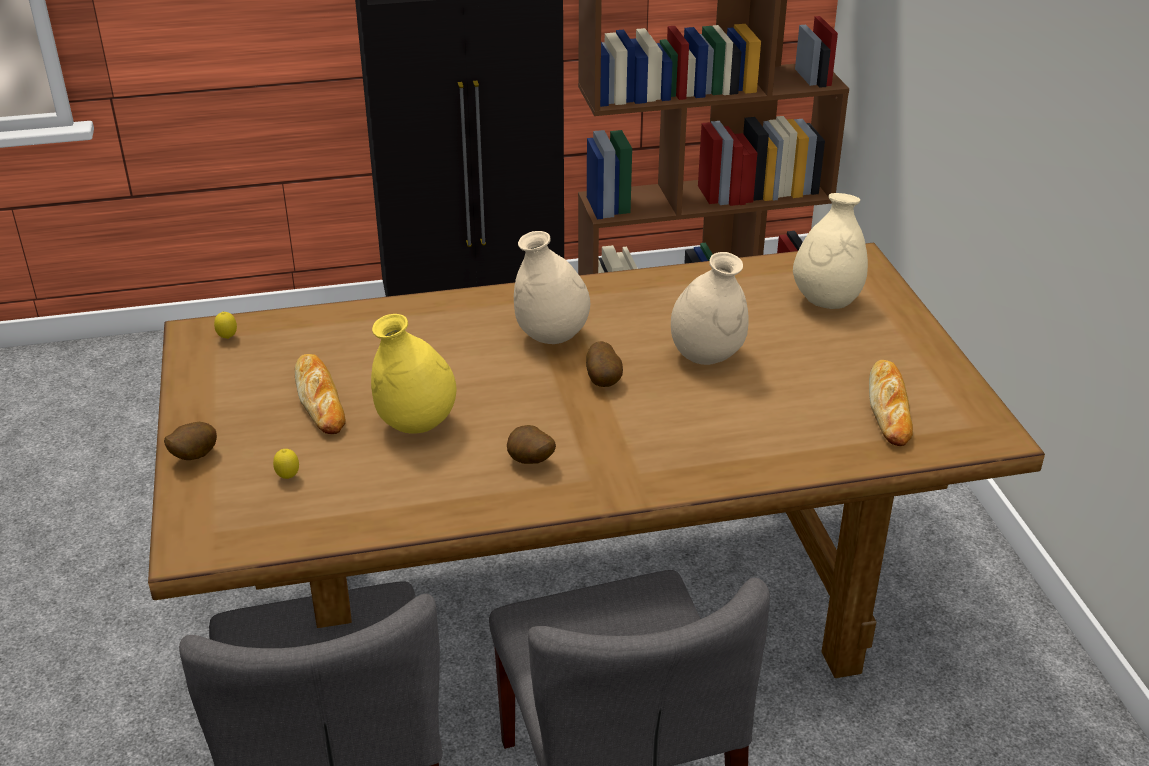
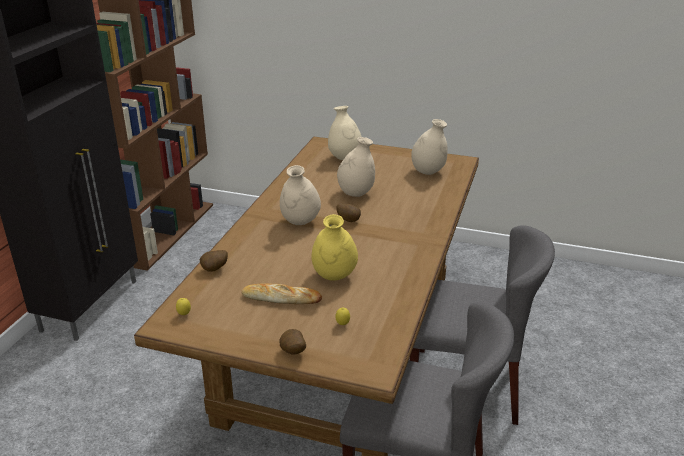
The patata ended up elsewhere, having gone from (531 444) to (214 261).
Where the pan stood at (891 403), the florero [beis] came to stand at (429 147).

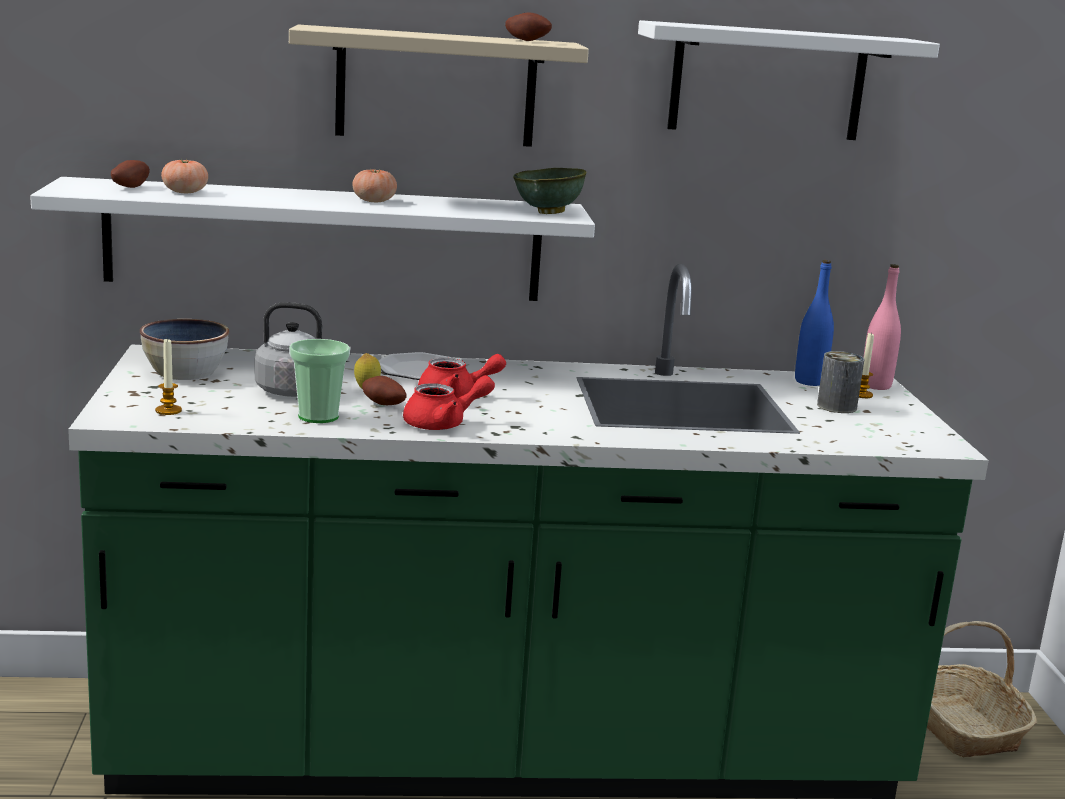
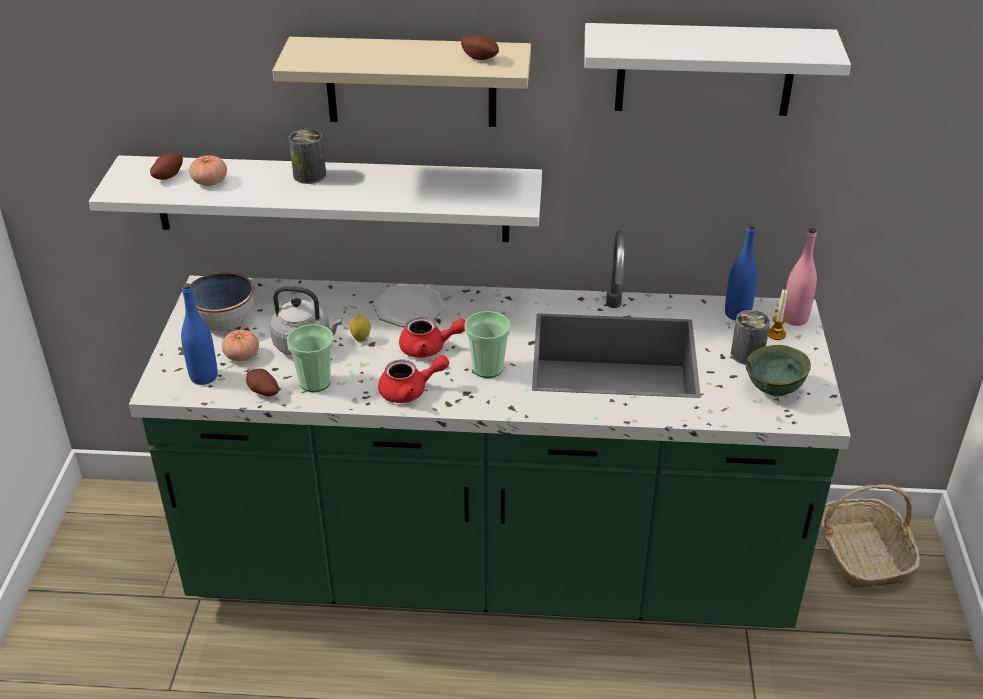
Where the vela stood at (168 376), the botella [azul] came to stand at (199 334).
The tomate ended up elsewhere, having gone from (374 185) to (240 345).
The patata ended up elsewhere, having gone from (384 390) to (262 383).
The second view gained the lata at (307 156).
The second view gained the taza at (487 344).
The cuenco [verde] ended up elsewhere, having gone from (550 191) to (778 371).

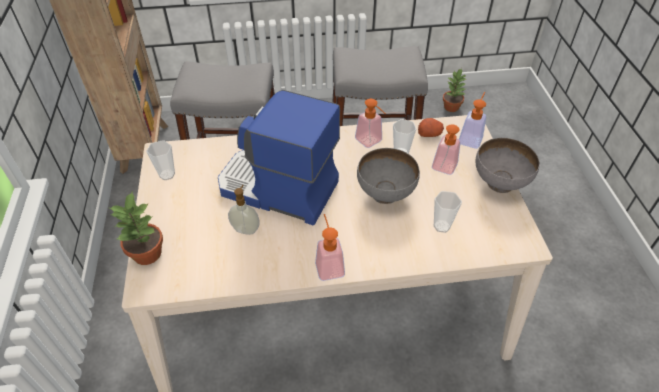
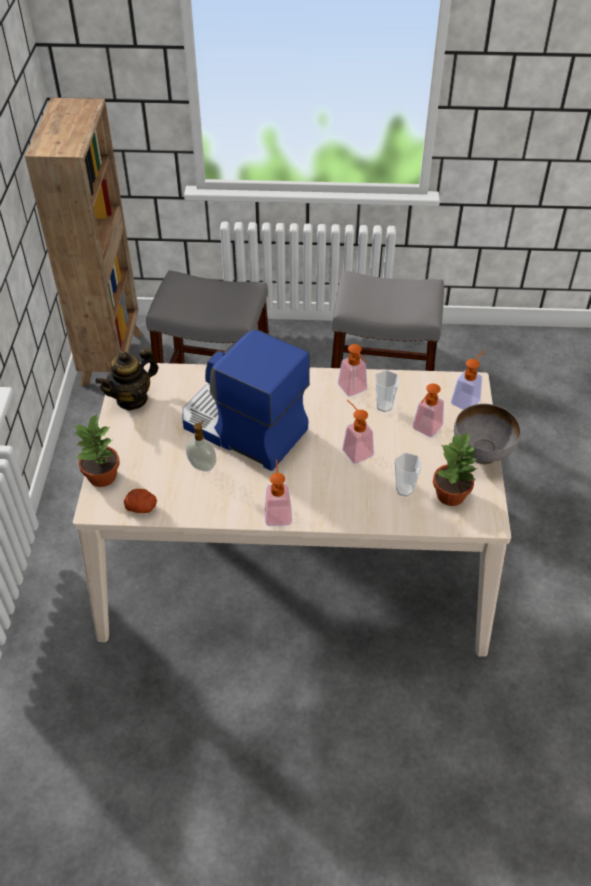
Where the taza stood at (160 160), the tetera came to stand at (126 379).
The patata ended up elsewhere, having gone from (431 127) to (140 501).
Where the cuenco [gris] stood at (388 176), the dispensador de jabón came to stand at (358 432).
The planta en maceta ended up elsewhere, having gone from (455 90) to (455 469).

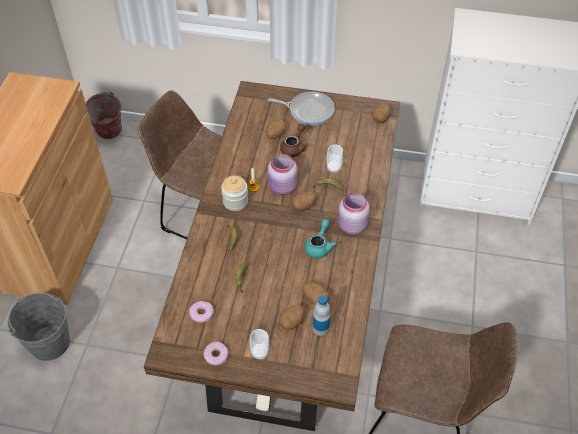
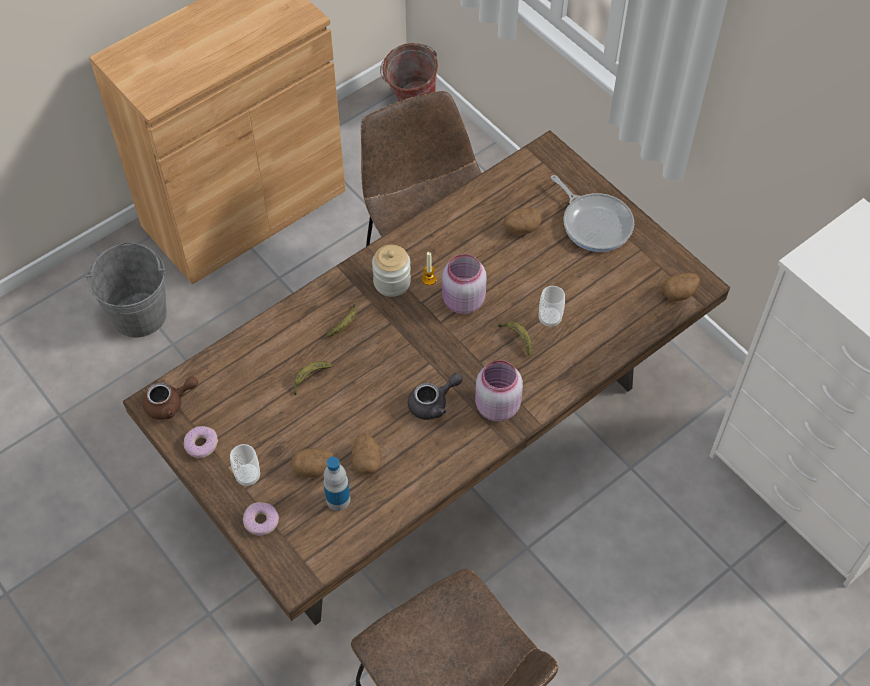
The tetera [marrón] ended up elsewhere, having gone from (294 140) to (170 398).
The rosquilla ended up elsewhere, having gone from (201 312) to (261 519).
What was the tetera [turquesa] at (320 238) turned into the tetera [gris] at (435 396).
The second view lost the patata at (304 201).

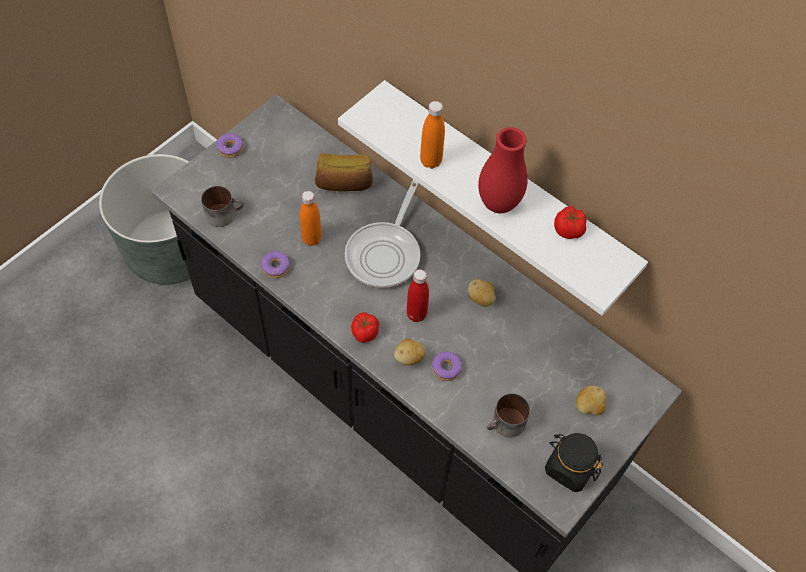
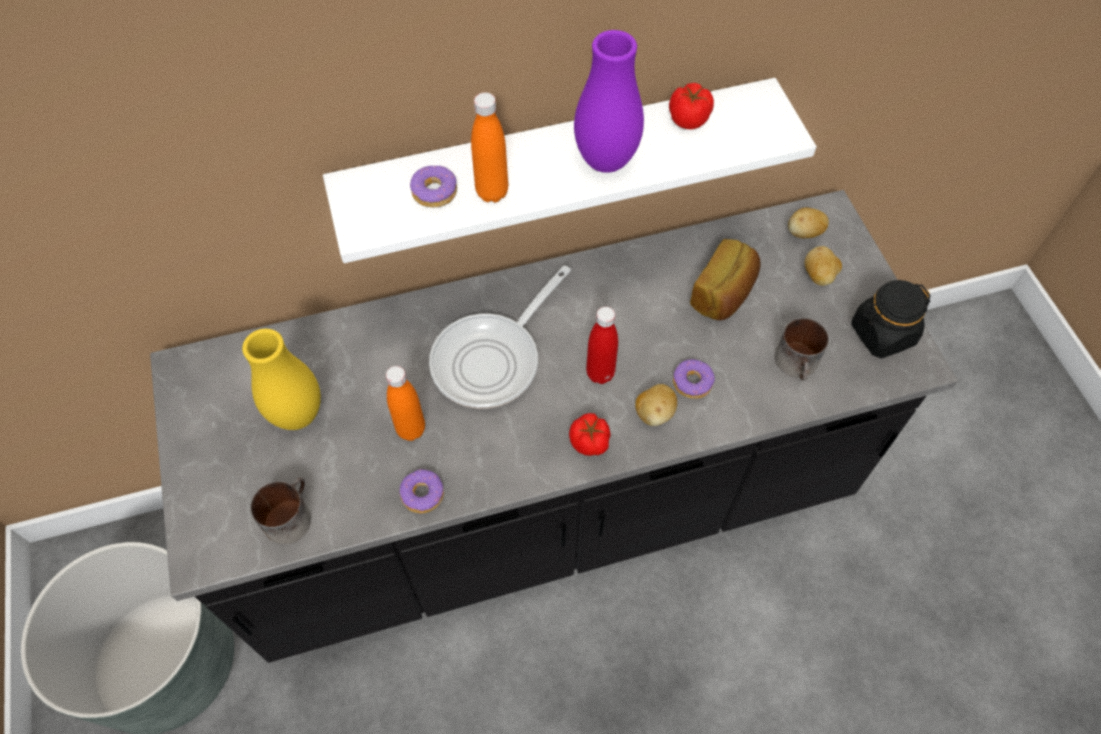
The second view gained the florero [amarillo] at (281 379).
The rosquilla ended up elsewhere, having gone from (229 145) to (433 186).
The sartén at (382 233) ended up facing another way, 75 degrees clockwise from before.
What was the florero [rojo] at (503 170) turned into the florero [morado] at (609 101).
The pan ended up elsewhere, having gone from (344 173) to (725 279).
The patata ended up elsewhere, having gone from (482 293) to (808 223).

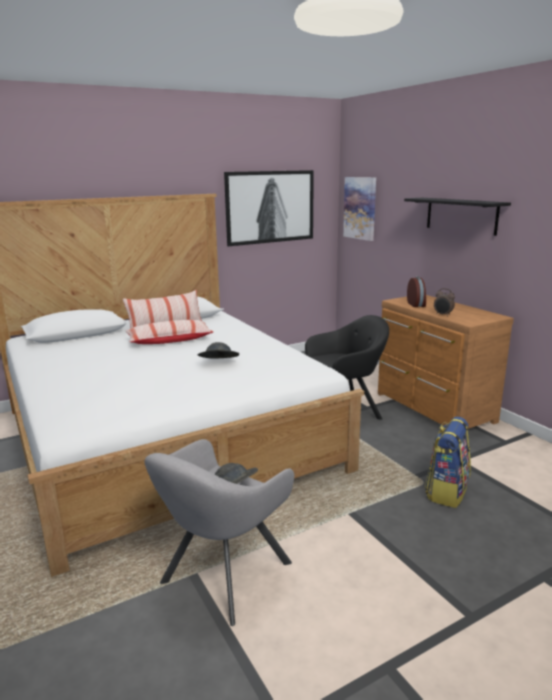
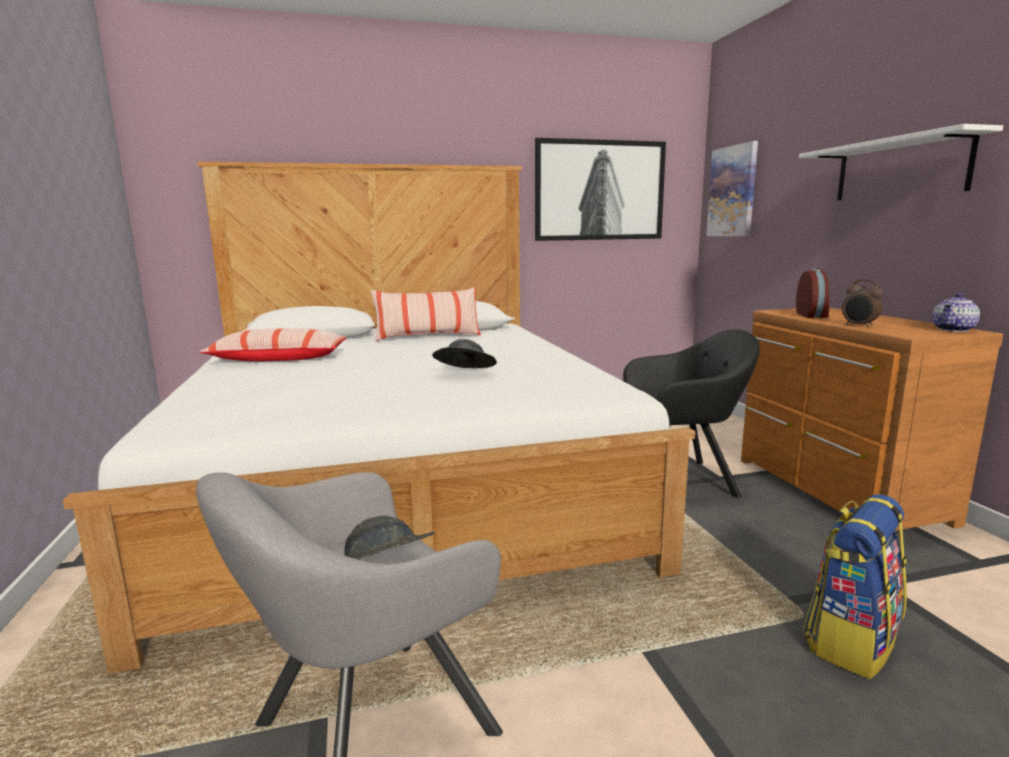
The cojín ended up elsewhere, having gone from (169 332) to (273 344).
What was the estante [negro] at (457 217) turned into the estante [blanco] at (901 162).
The second view gained the tetera at (956 312).

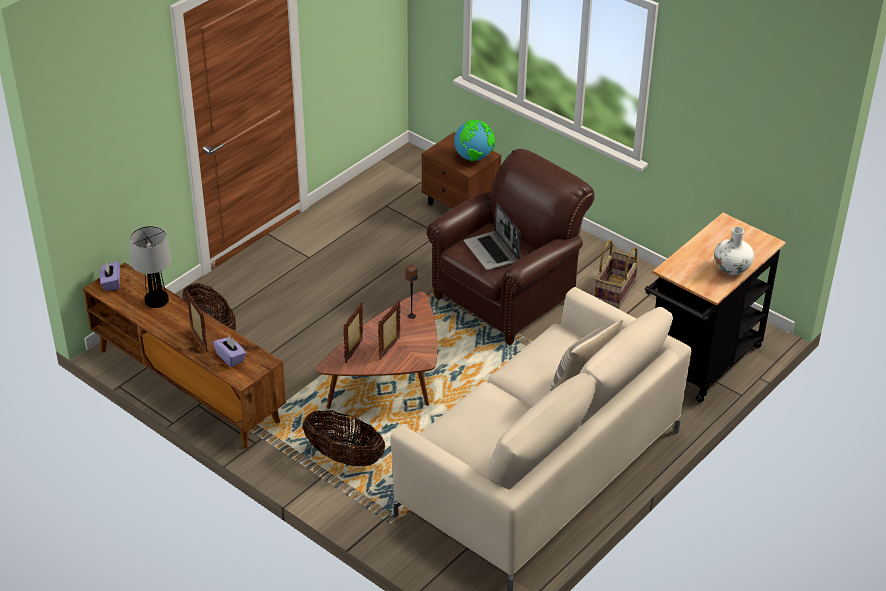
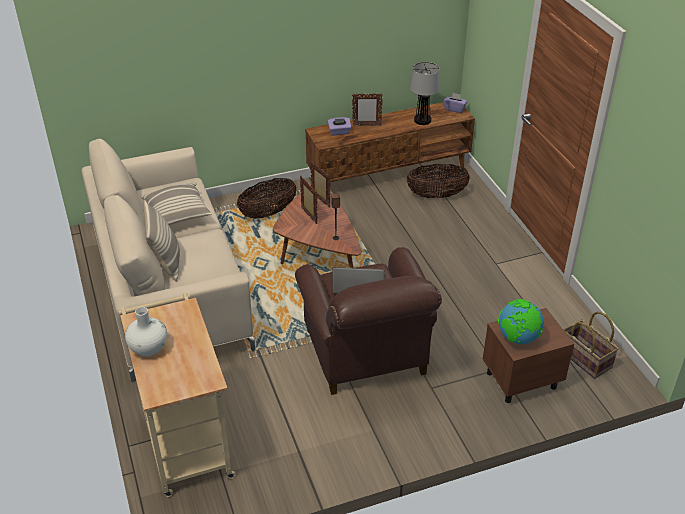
What was the carrito [negro] at (715 308) turned into the carrito [beis] at (177 394).
The second view gained the cojín at (176 204).
The cesta ended up elsewhere, having gone from (616 274) to (591 345).

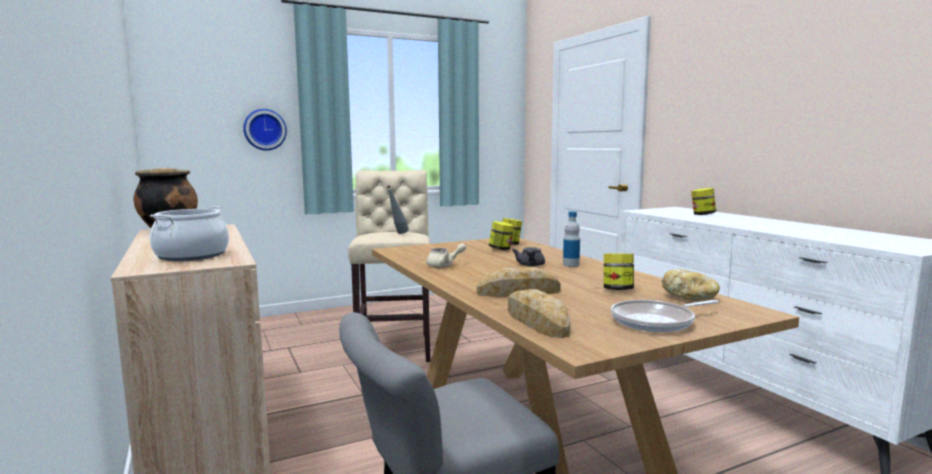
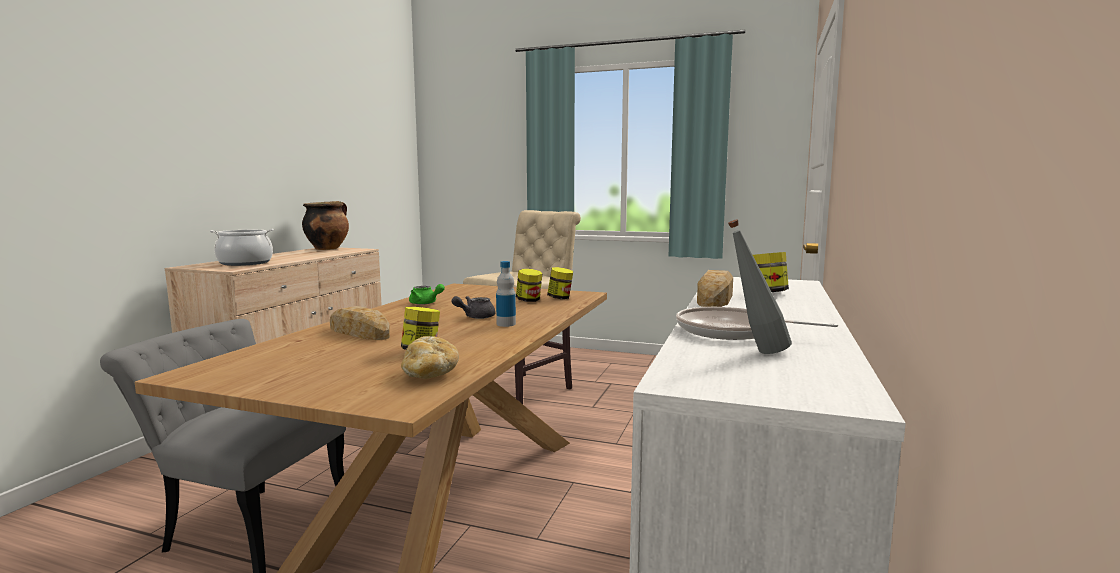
What was the tetera [beis] at (446 255) turned into the tetera [verde] at (427 294).
The sartén ended up elsewhere, having gone from (664 316) to (757 323).
The pan ended up elsewhere, having gone from (539 313) to (715 288).
The botella [gris] ended up elsewhere, having gone from (397 209) to (760 286).
The second view lost the reloj de pared at (265 130).

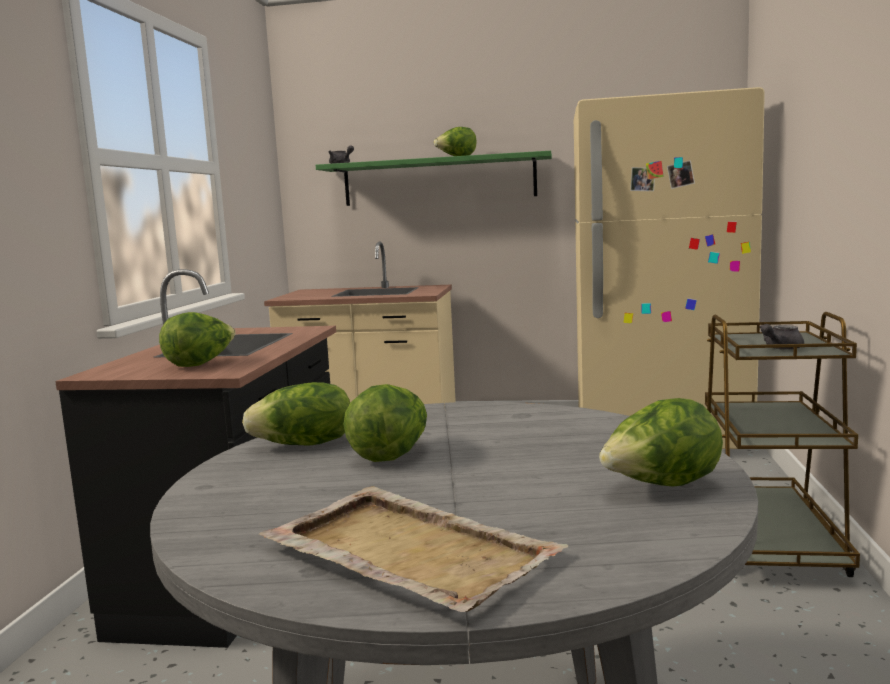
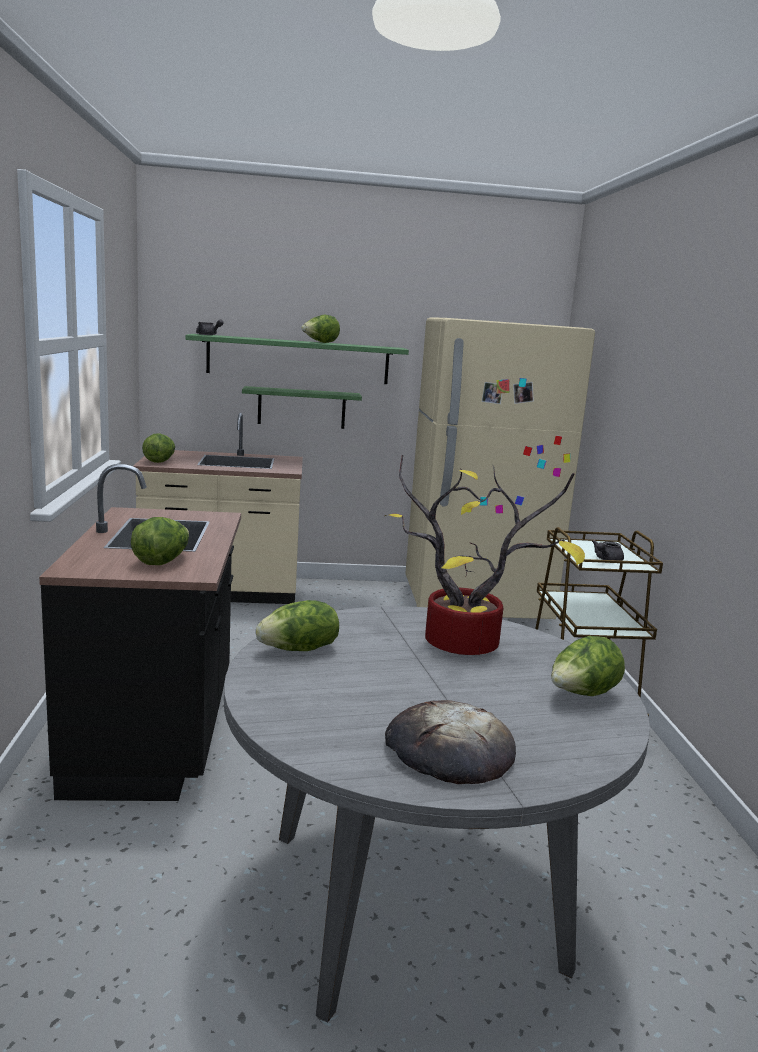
The lechuga ended up elsewhere, having gone from (385 423) to (158 448).
The second view gained the estante [verde] at (302 407).
The second view gained the planta en maceta at (484 555).
Where the bandeja [beis] stood at (413 549), the pan came to stand at (450 742).

